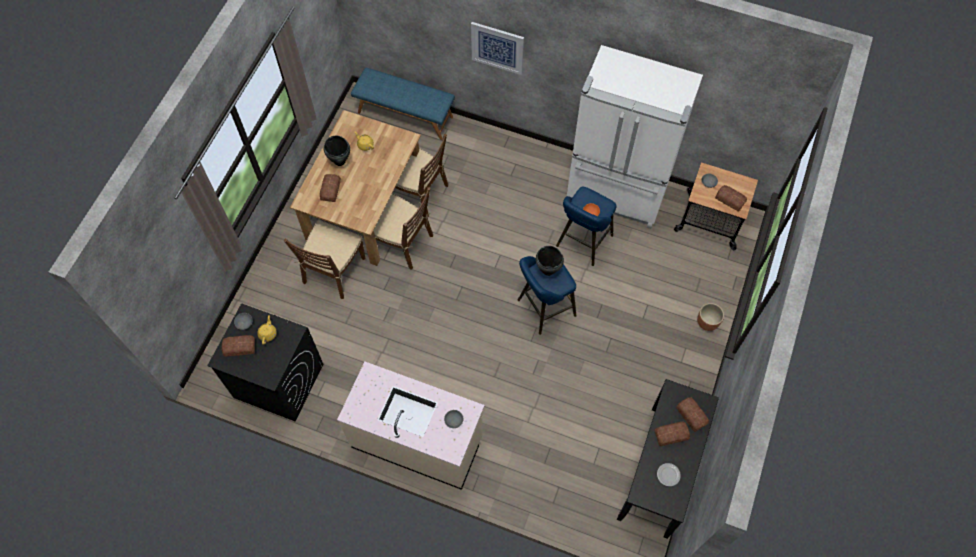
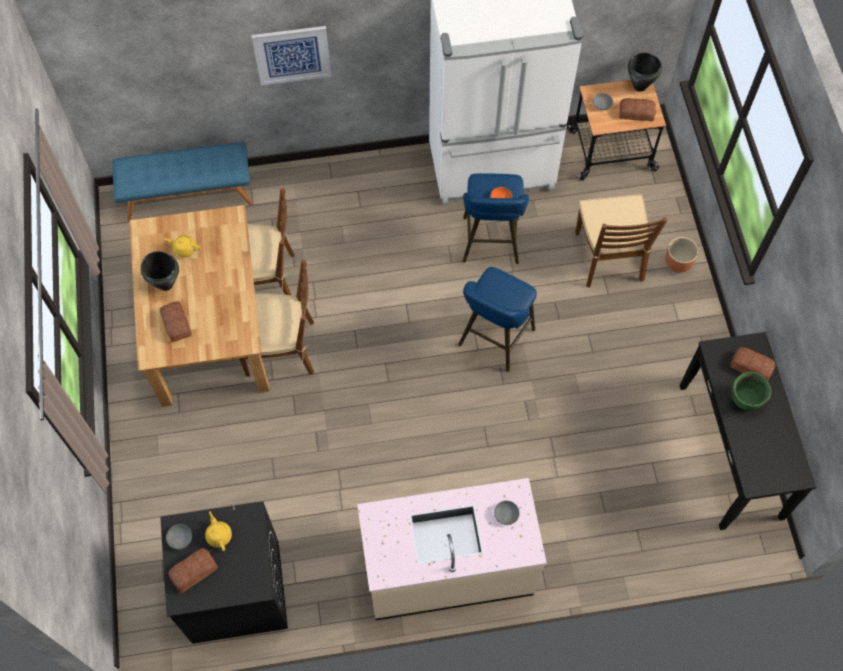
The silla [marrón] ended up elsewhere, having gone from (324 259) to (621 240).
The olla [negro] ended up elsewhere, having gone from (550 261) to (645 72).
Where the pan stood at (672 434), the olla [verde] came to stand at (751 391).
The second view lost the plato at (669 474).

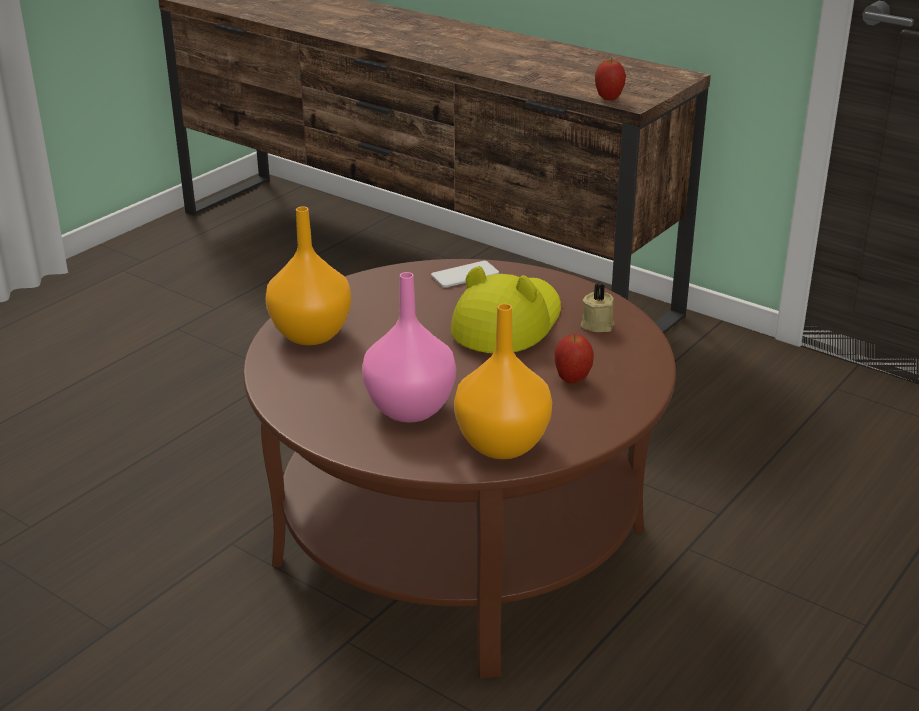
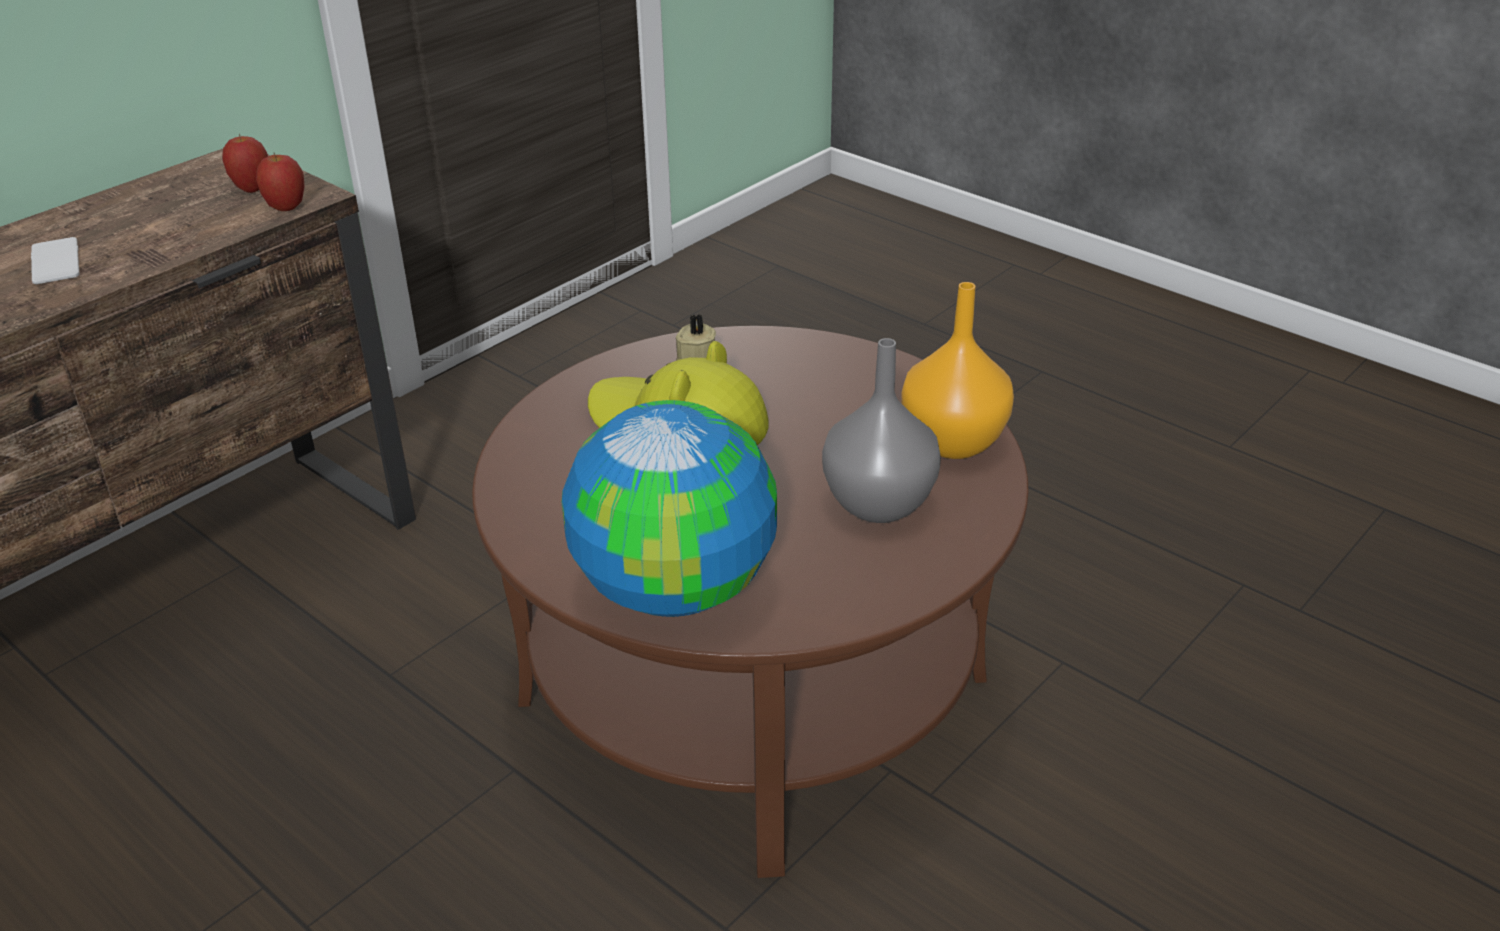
The móvil ended up elsewhere, having gone from (465 274) to (55 260).
The manzana ended up elsewhere, having gone from (574 359) to (245 163).
Where the florero [naranja] stood at (308 276), the globo terráqueo came to stand at (669 508).
What was the florero [rosa] at (409 347) turned into the florero [gris] at (881 430).

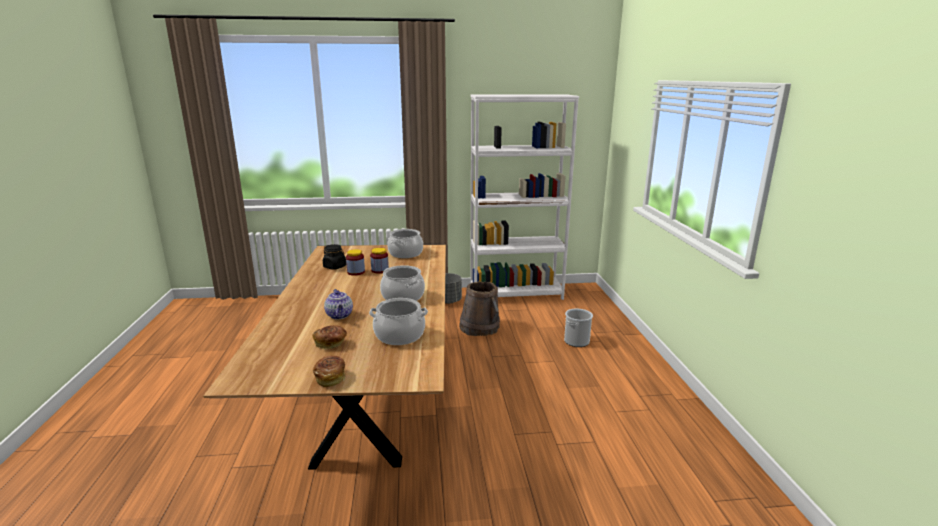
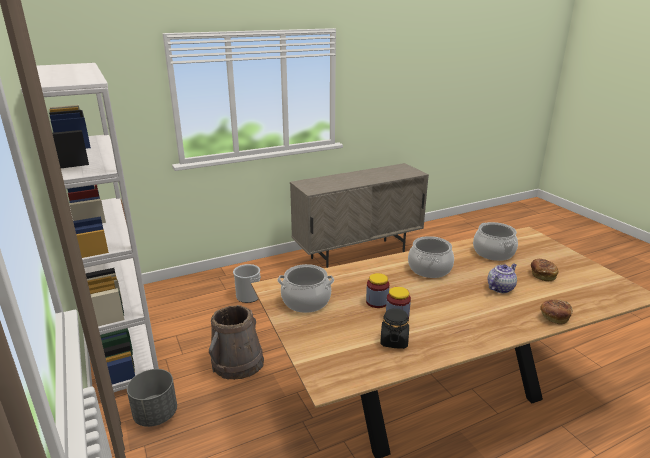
The second view gained the armario [beis] at (359 215).
The pan ended up elsewhere, having gone from (329 371) to (556 312).

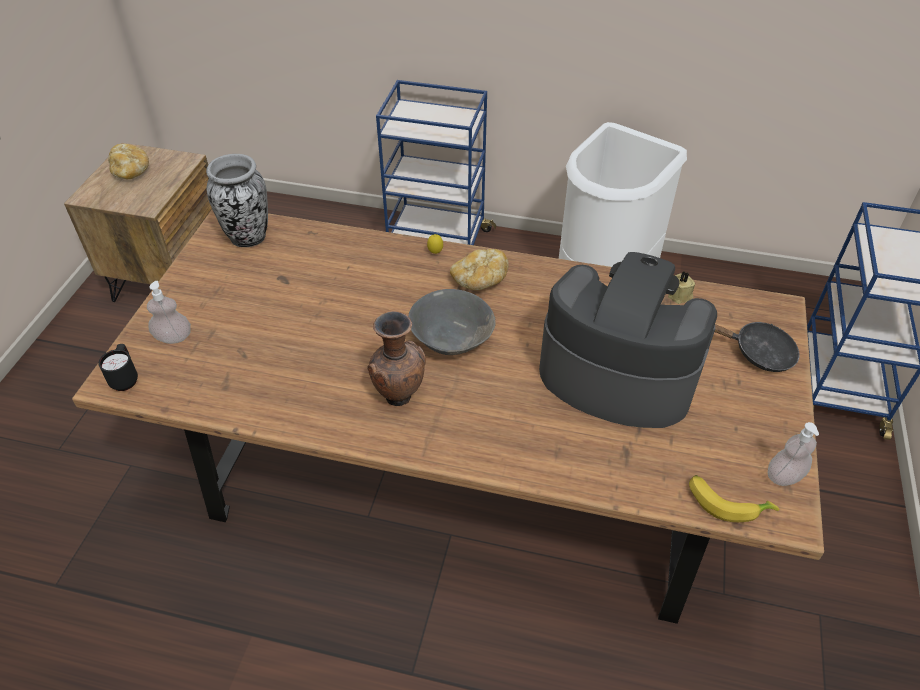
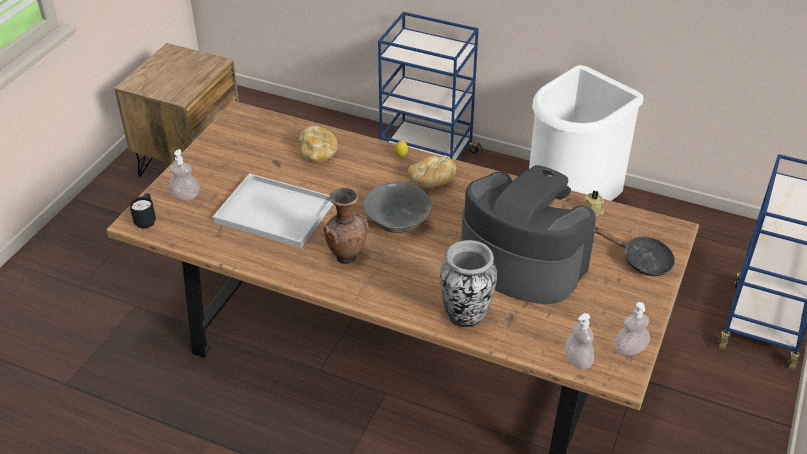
The second view gained the bandeja [blanco] at (273 210).
The pan ended up elsewhere, having gone from (128 161) to (318 144).
The florero ended up elsewhere, having gone from (237 200) to (468 284).
Where the plátano stood at (734 498), the dispensador de jabón came to stand at (579 341).

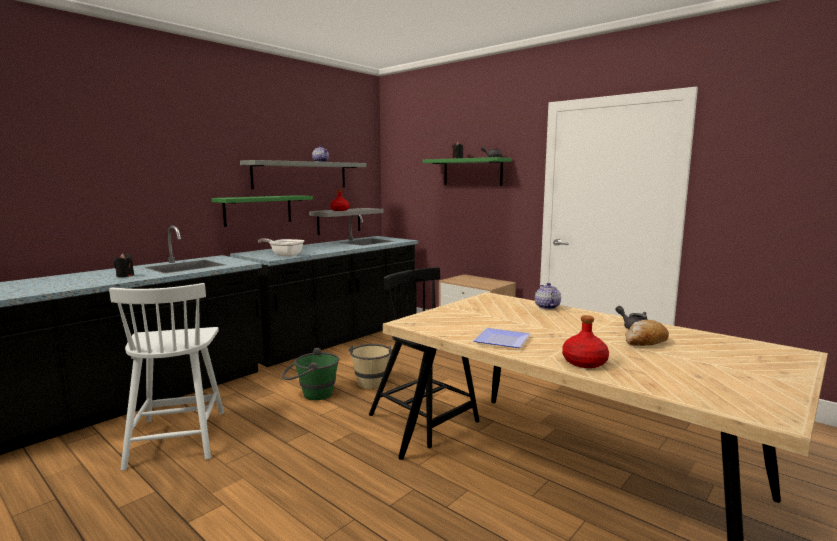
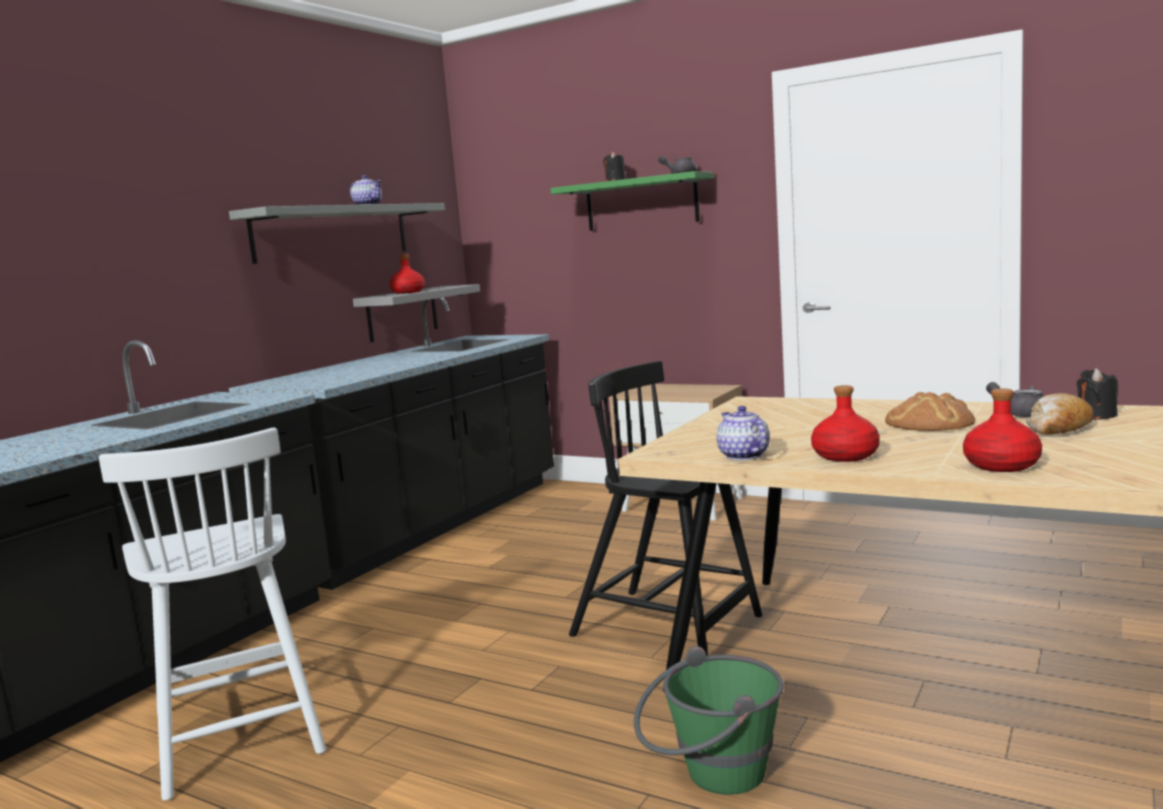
The cubo [verde] ended up elsewhere, having gone from (310 374) to (709 720).
The tetera ended up elsewhere, having gone from (548 296) to (743 433).
Where the plato stood at (501 338), the botella [rojo] came to stand at (845 423).
The second view gained the pan at (930 411).
The vela [negro] ended up elsewhere, having gone from (124 265) to (1097 394).
The second view lost the estante [verde] at (262 211).
The second view lost the sartén at (281 247).
The second view lost the cubo [beis] at (371 366).

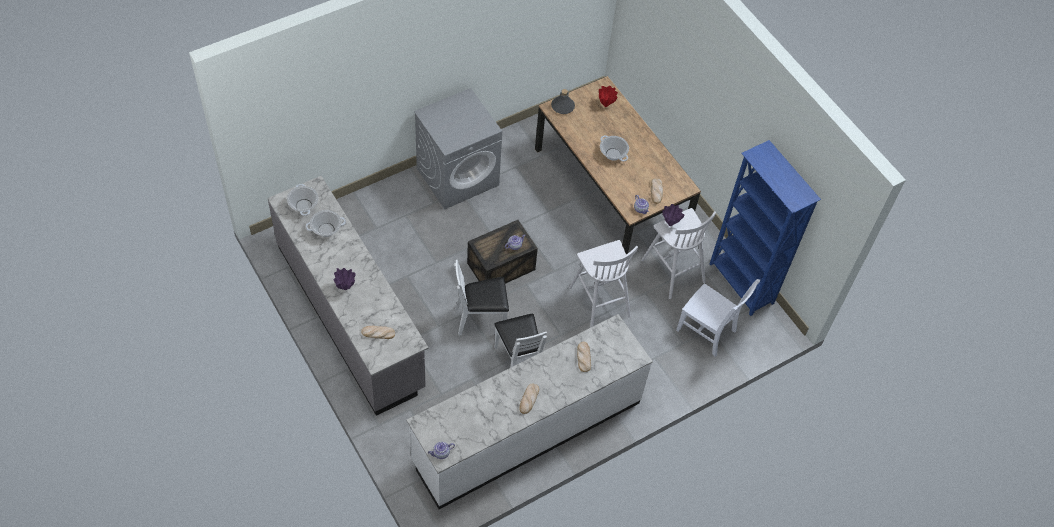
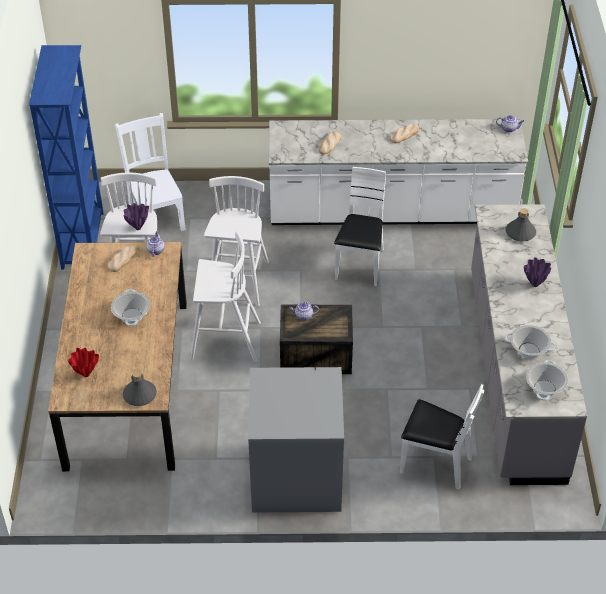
The second view gained the taburete [blanco] at (225 296).
The silla [blanco] ended up elsewhere, having gone from (481 297) to (442 437).
Where the pan stood at (378 332), the botella [gris] came to stand at (521 225).

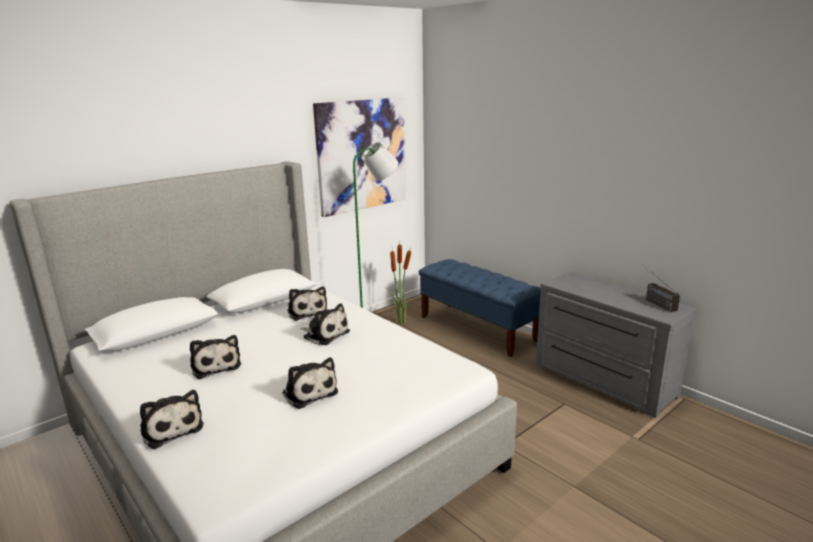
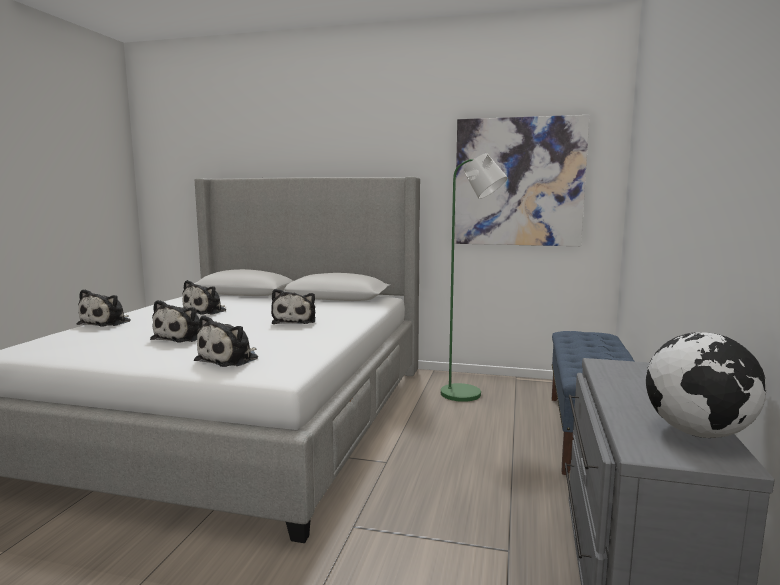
The peluche ended up elsewhere, having gone from (307 303) to (226 341).
Where the radio stood at (661 288), the globo terráqueo came to stand at (706 385).
The second view lost the planta en maceta at (399 284).

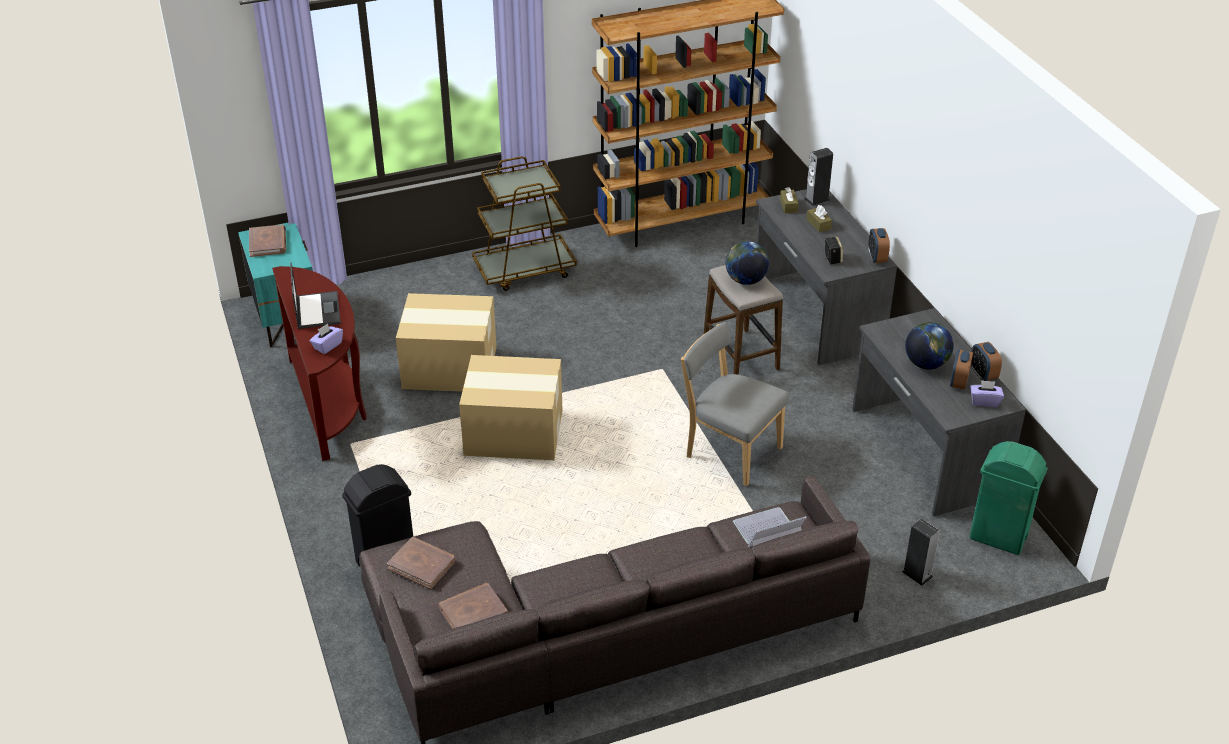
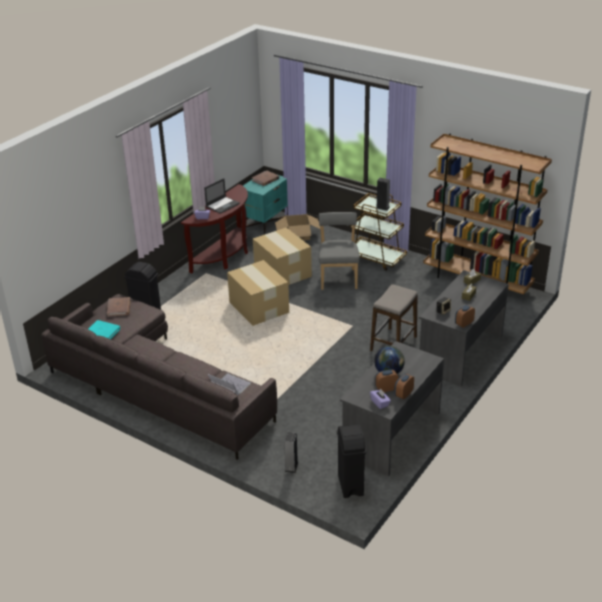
What was the libro [marrón] at (473 606) turned into the libro [turquesa] at (104 329).
The second view gained the caja de cartón at (298 227).
The silla [gris] ended up elsewhere, having gone from (735 404) to (339 251).
What was the papelera [verde] at (1008 498) turned into the papelera [negro] at (351 461).
The altavoz ended up elsewhere, having gone from (818 177) to (383 194).
The second view lost the globo terráqueo at (747 263).

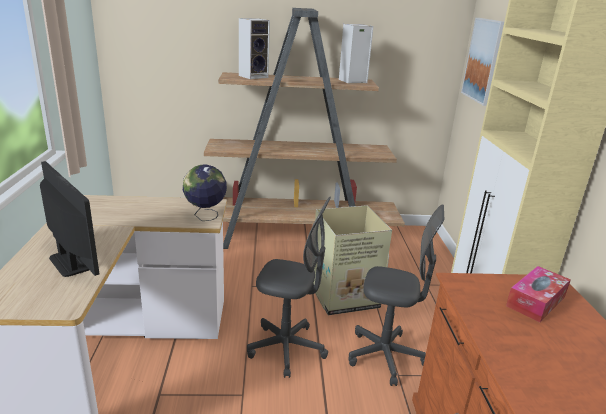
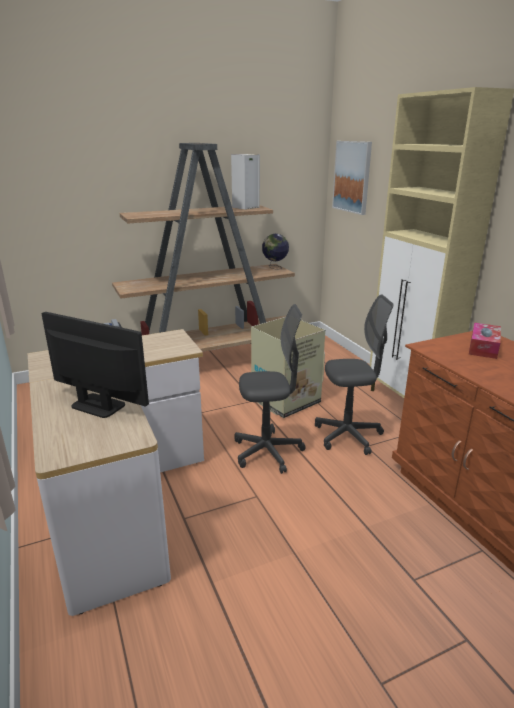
The globo terráqueo ended up elsewhere, having gone from (205 193) to (275 252).
The second view lost the altavoz at (254 48).

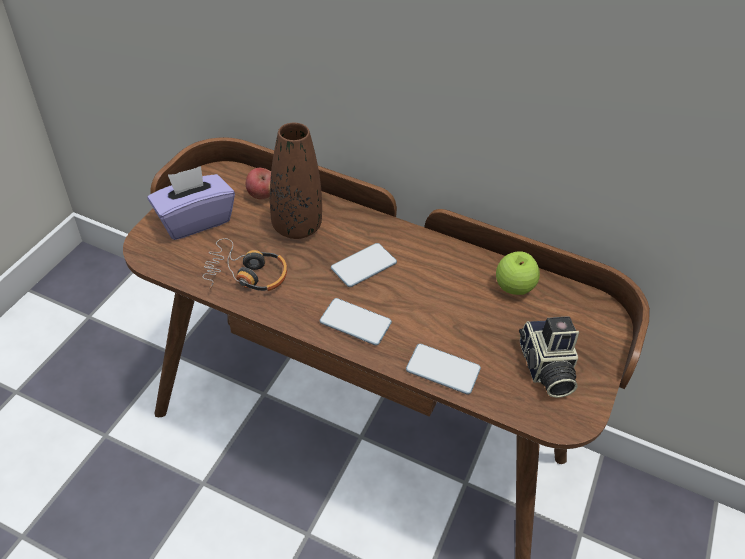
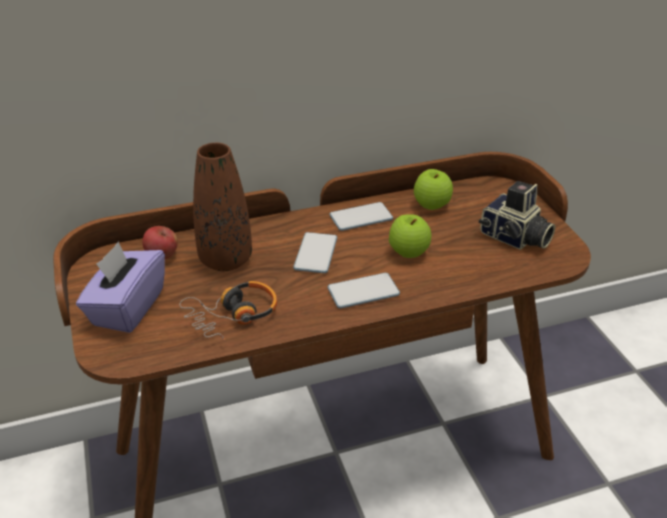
The móvil ended up elsewhere, having gone from (443 369) to (361 216).
The second view gained the manzana at (410 236).

